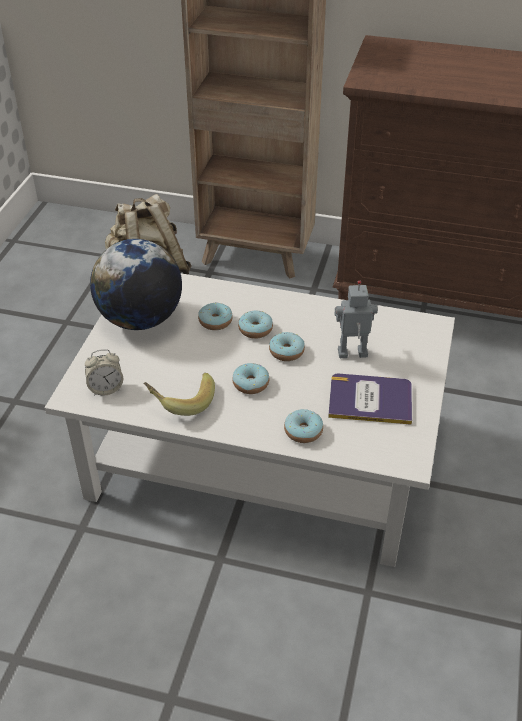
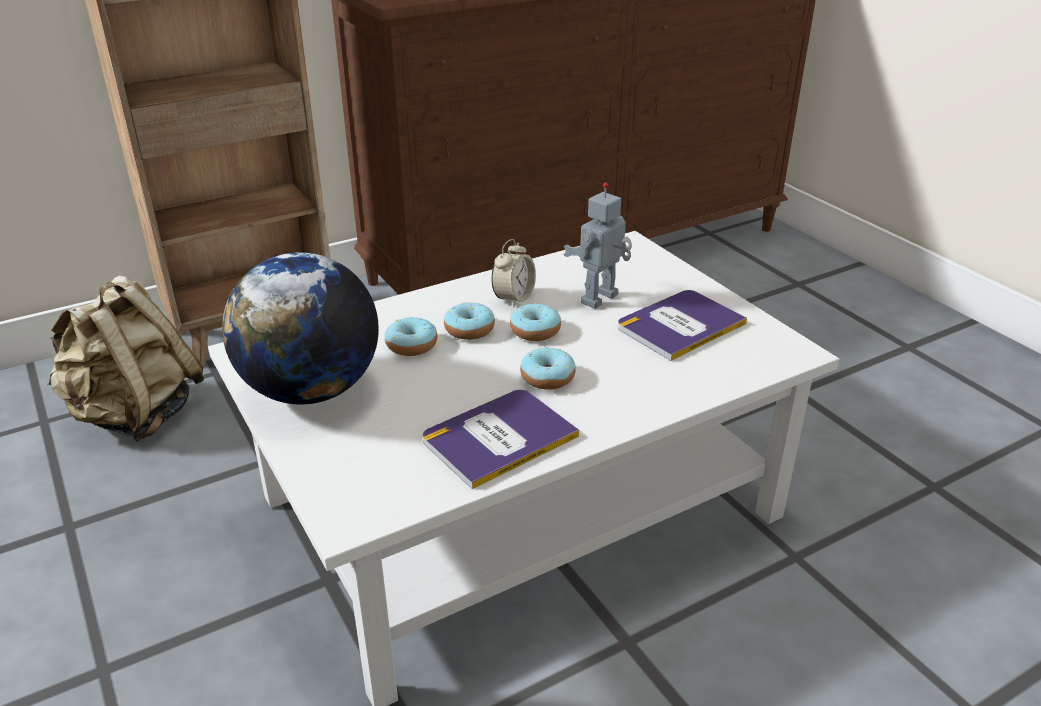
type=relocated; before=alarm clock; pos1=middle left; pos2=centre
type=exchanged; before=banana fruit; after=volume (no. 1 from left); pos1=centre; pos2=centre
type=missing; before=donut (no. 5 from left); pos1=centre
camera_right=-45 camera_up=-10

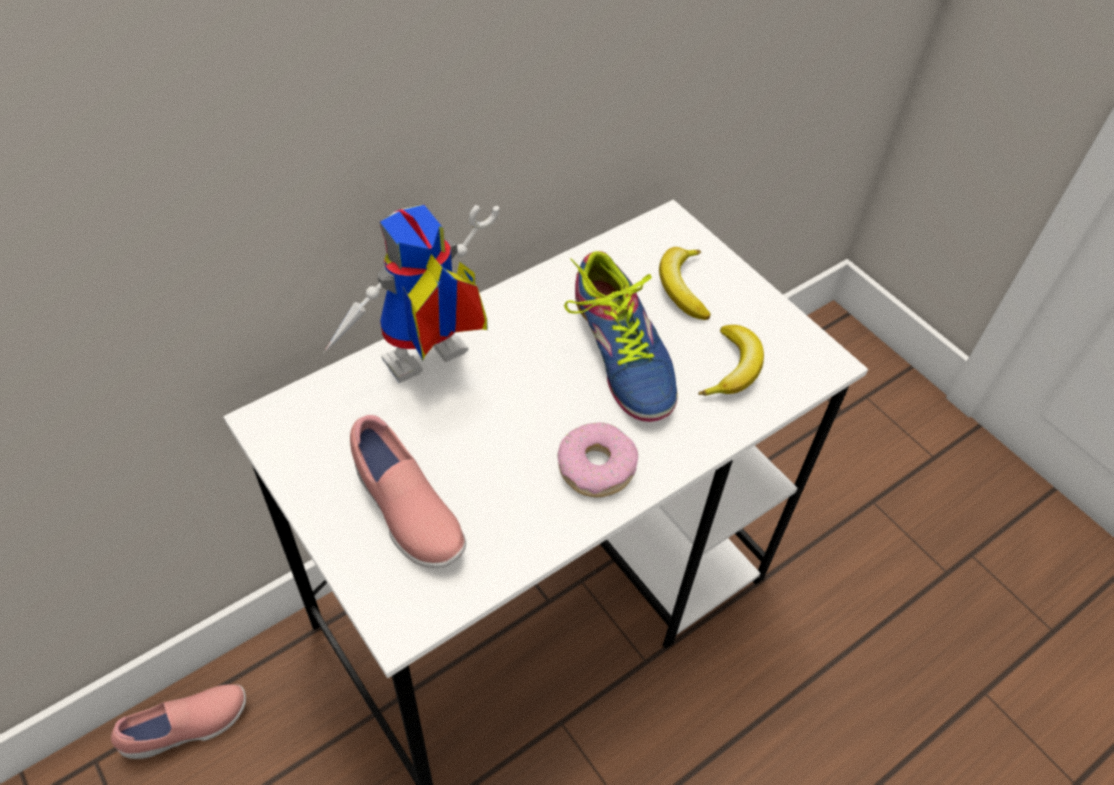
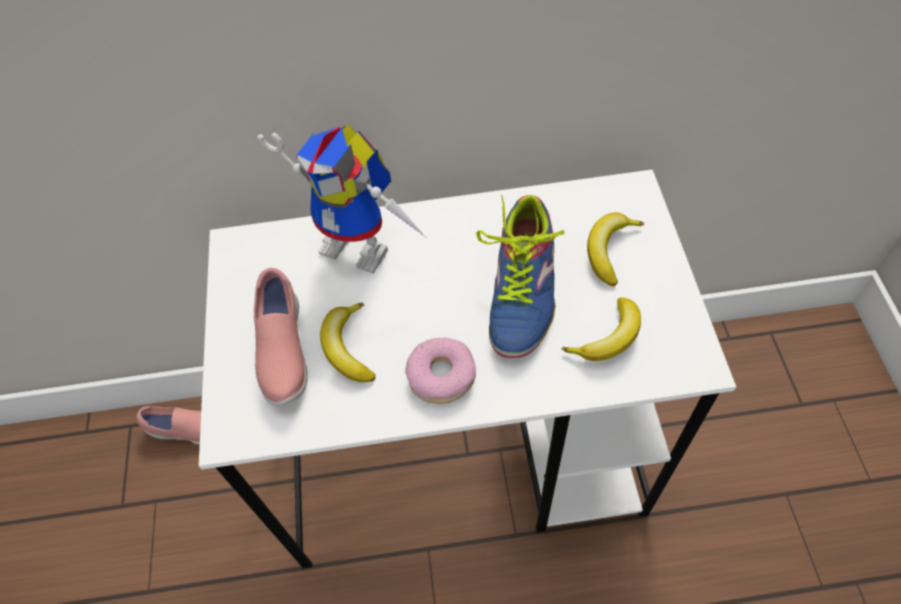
type=spun; before=model robot; pos1=centre; pos2=top centre; turn=-150
type=appeared; after=banana fruit (no. 1 from left); pos2=centre
camera_right=35 camera_up=5

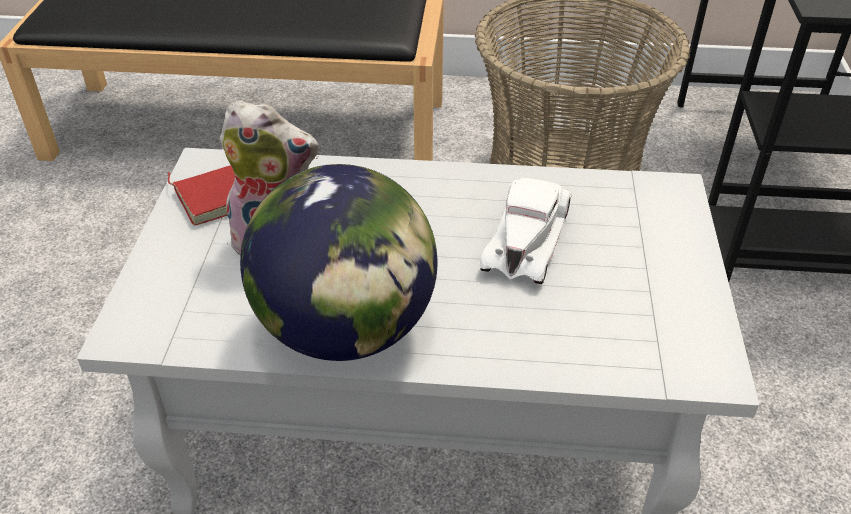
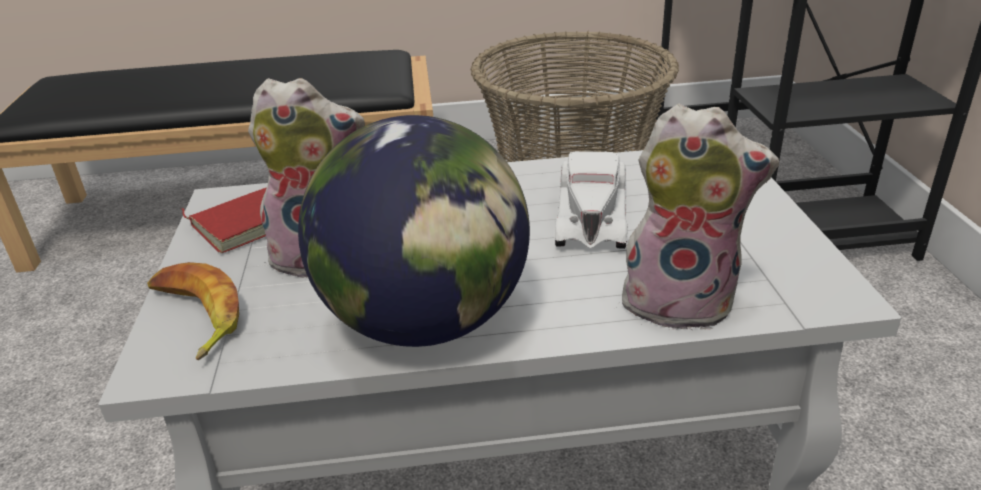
type=appeared; after=banana fruit; pos2=middle left
type=appeared; after=cuddly toy (no. 2 from left); pos2=middle right
camera_right=-10 camera_up=-10

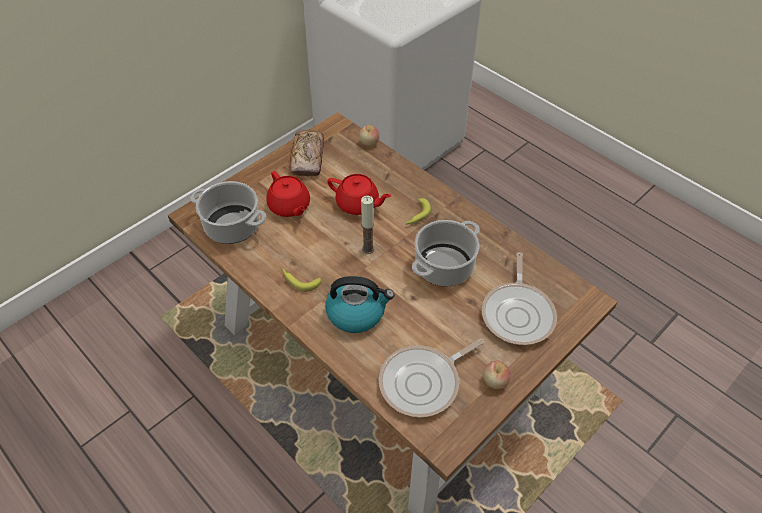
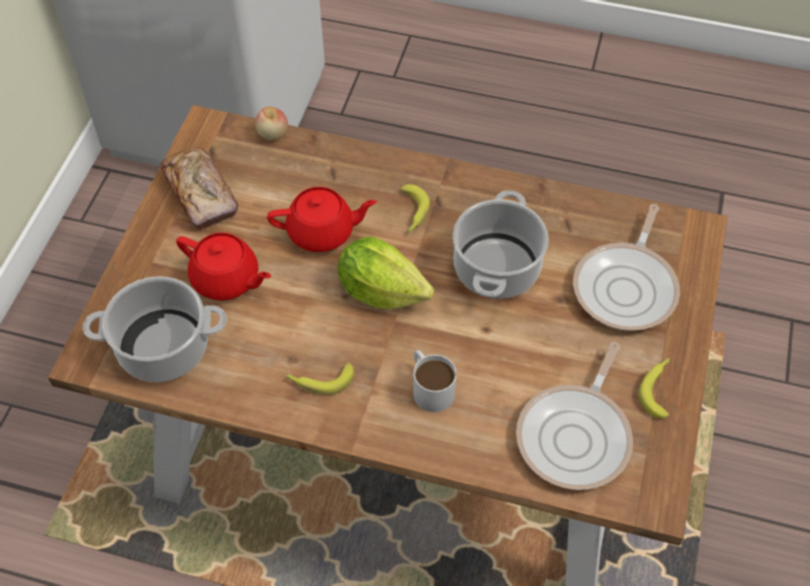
type=exchanged; before=tea kettle; after=tea mug/whitish; pos1=centre; pos2=centre
type=exchanged; before=wax candle; after=lettuce; pos1=centre; pos2=centre
type=spun; before=skillet (no. 2 from left); pos1=middle right; pos2=middle right; turn=45
type=exchanged; before=apple fruit (no. 2 from left); after=banana fruit (no. 3 from left); pos1=bottom centre; pos2=middle right
camera_right=-30 camera_up=5

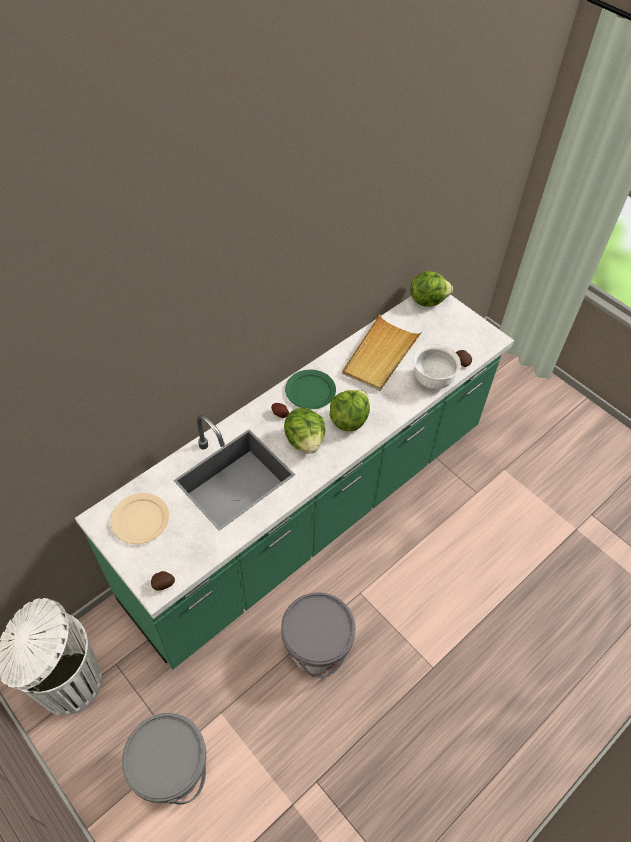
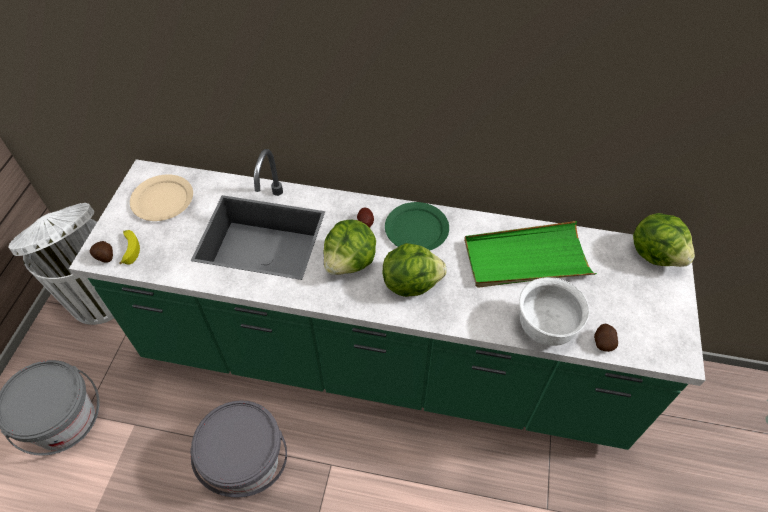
type=colour; before=tray/sand-coloured; after=tray/green-coloured; pos1=centre; pos2=middle right
type=appeared; after=banana fruit; pos2=middle left
camera_right=55 camera_up=0

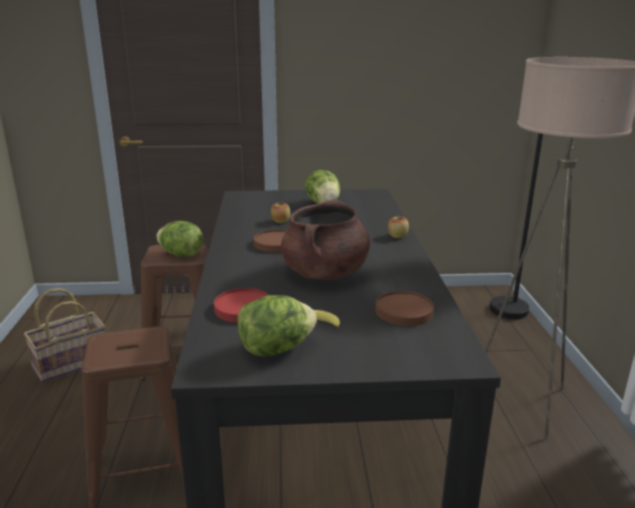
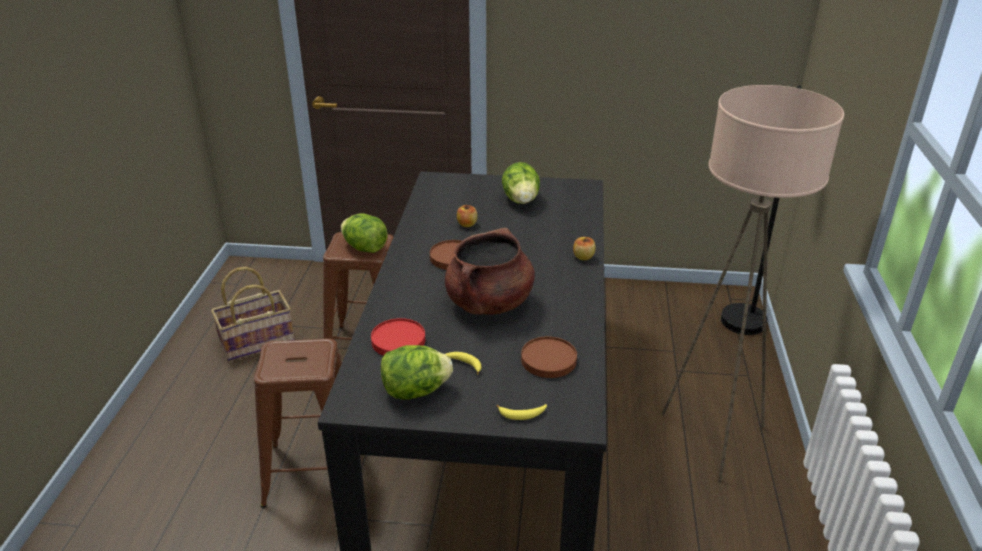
type=appeared; after=banana fruit (no. 2 from left); pos2=bottom centre
camera_right=10 camera_up=10

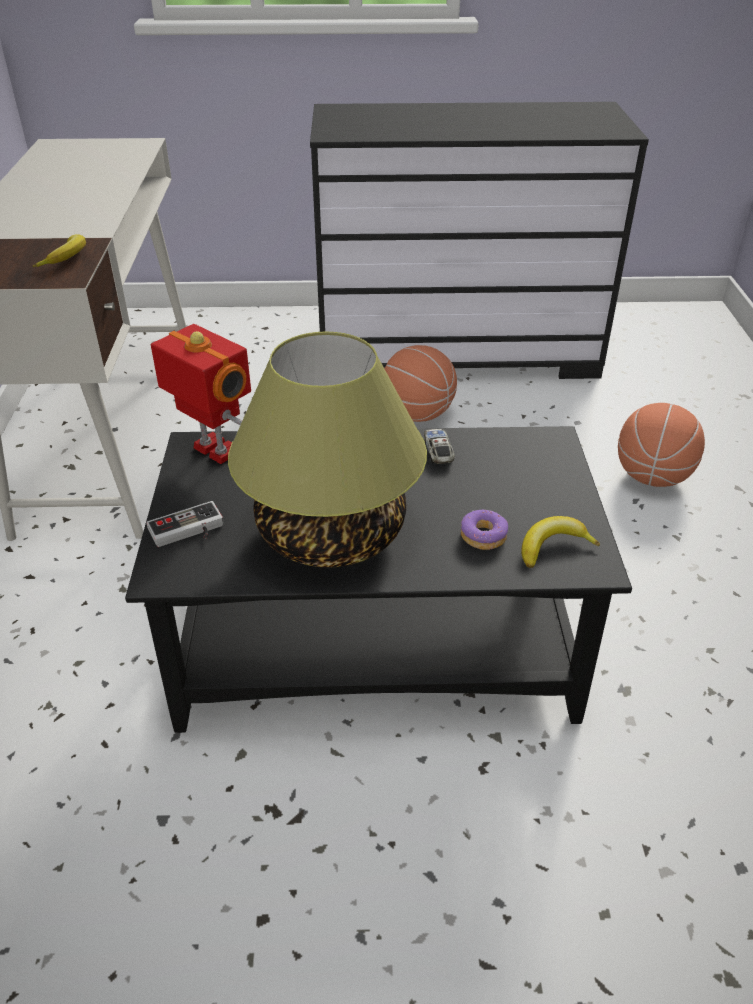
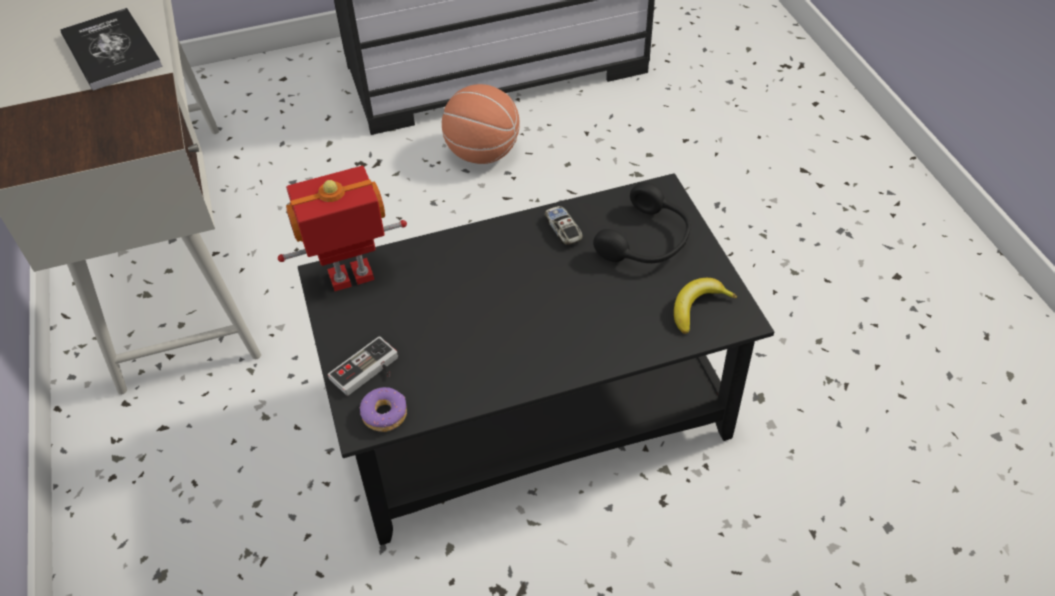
type=missing; before=banana fruit (no. 1 from left); pos1=top left
type=spun; before=model robot; pos1=middle left; pos2=middle left; turn=-45
type=missing; before=lamp for a table; pos1=centre
type=relocated; before=donut; pos1=centre; pos2=bottom centre
type=missing; before=basketball ball (no. 2 from left); pos1=middle right
type=appeared; after=volume; pos2=top left
type=appeared; after=headphones/black; pos2=centre
camera_right=-15 camera_up=10

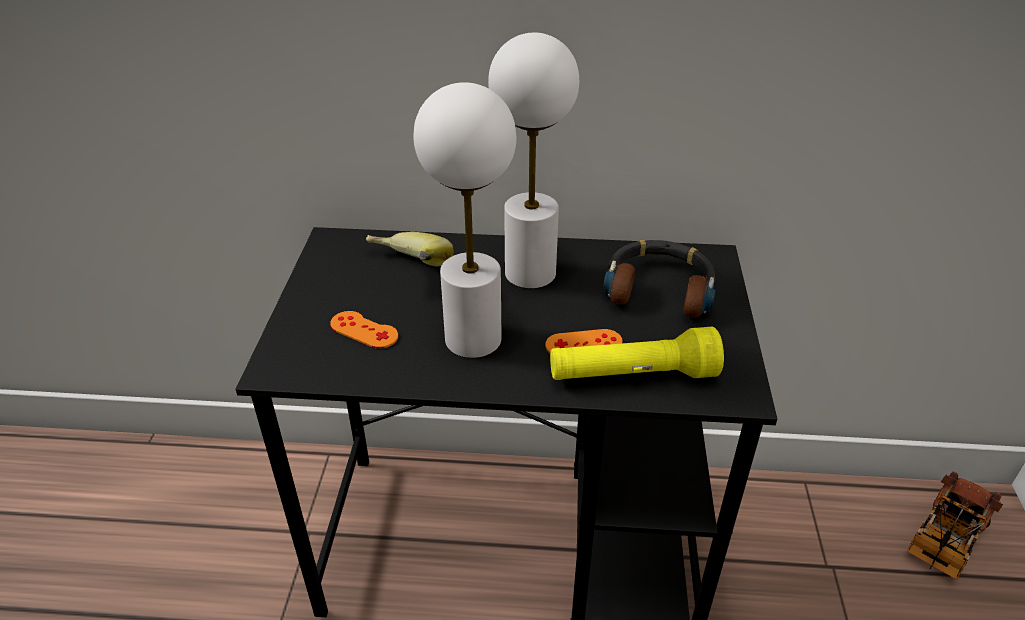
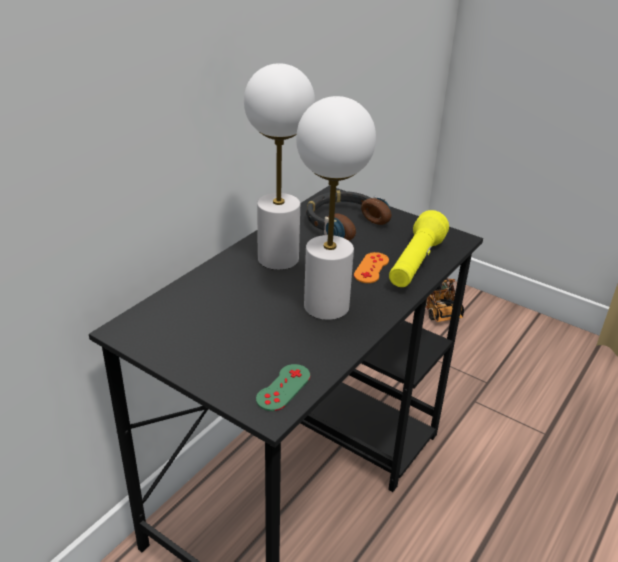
type=missing; before=game controller/orange (no. 1 from left); pos1=centre
type=missing; before=banana fruit; pos1=centre
type=appeared; after=game controller/green-coloured; pos2=bottom centre
camera_right=-60 camera_up=-5

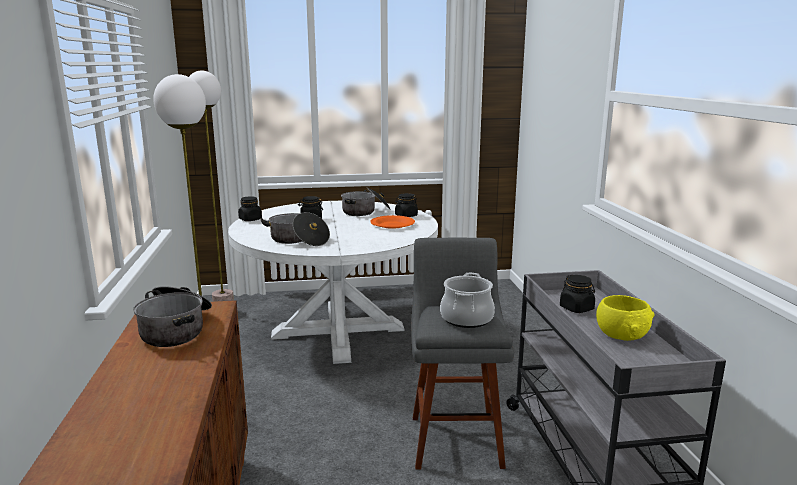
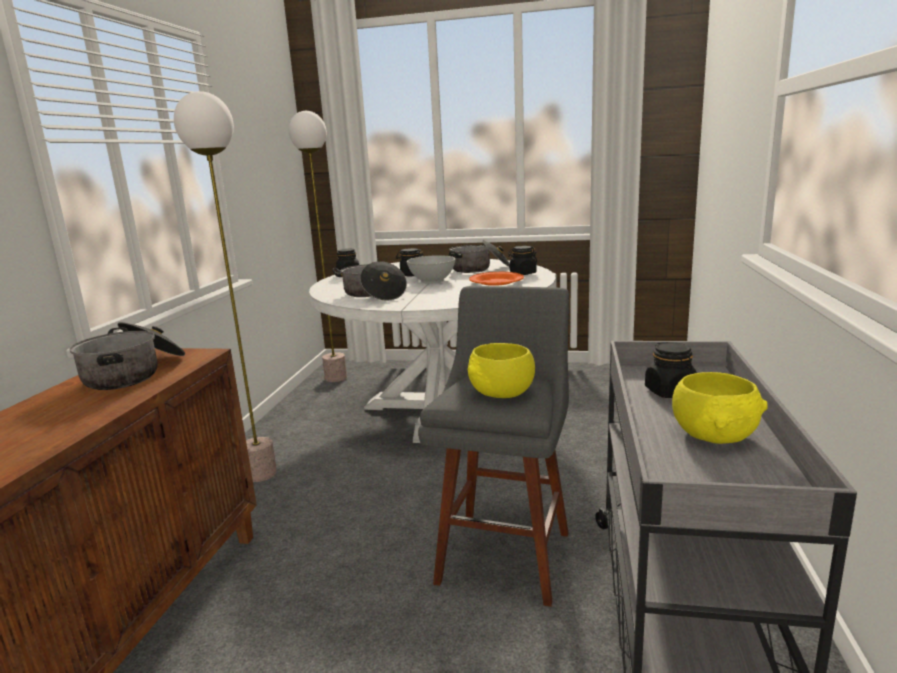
type=exchanged; before=stockpot (no. 4 from left); after=serving bowl/yellowish (no. 1 from left); pos1=centre; pos2=centre
type=appeared; after=serving bowl/whitish; pos2=centre
camera_right=20 camera_up=0

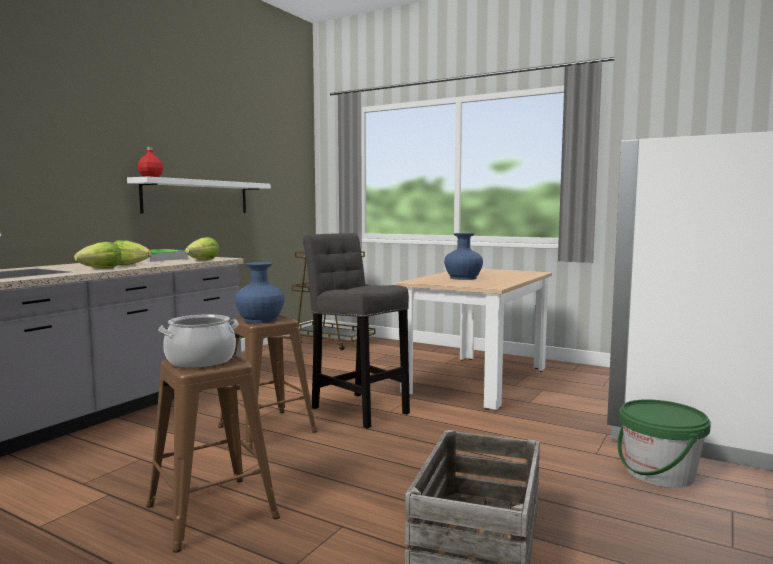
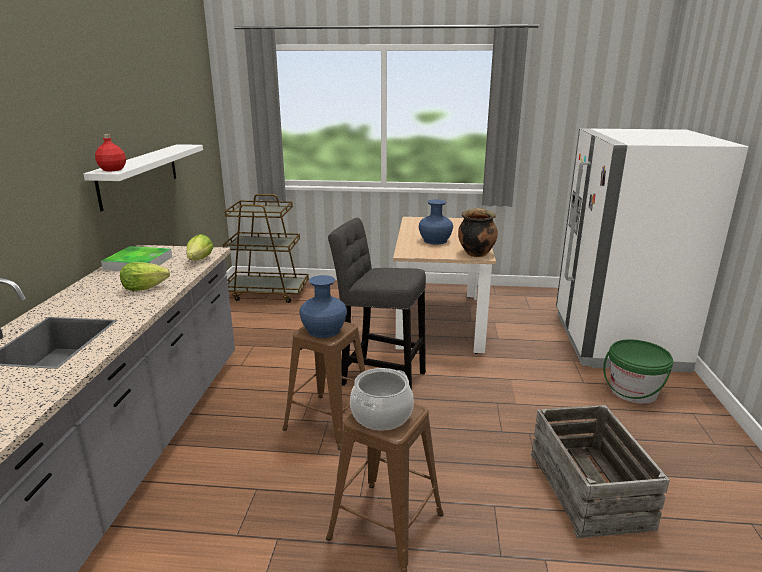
type=missing; before=lettuce (no. 1 from left); pos1=middle left
type=appeared; after=stockpot (no. 2 from left); pos2=centre
camera_right=-25 camera_up=15

